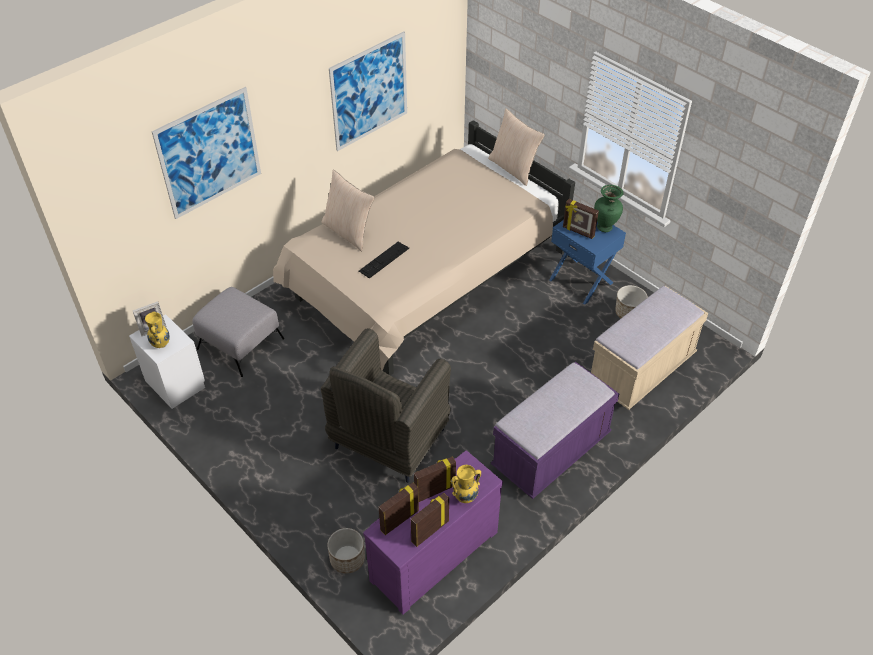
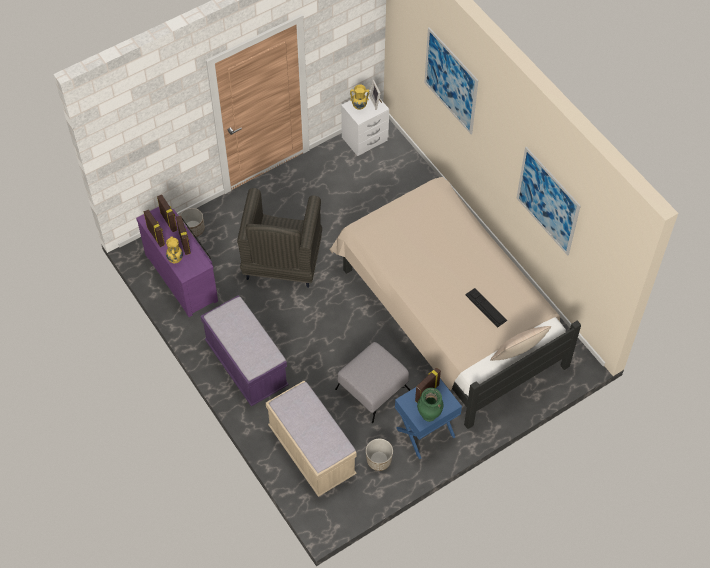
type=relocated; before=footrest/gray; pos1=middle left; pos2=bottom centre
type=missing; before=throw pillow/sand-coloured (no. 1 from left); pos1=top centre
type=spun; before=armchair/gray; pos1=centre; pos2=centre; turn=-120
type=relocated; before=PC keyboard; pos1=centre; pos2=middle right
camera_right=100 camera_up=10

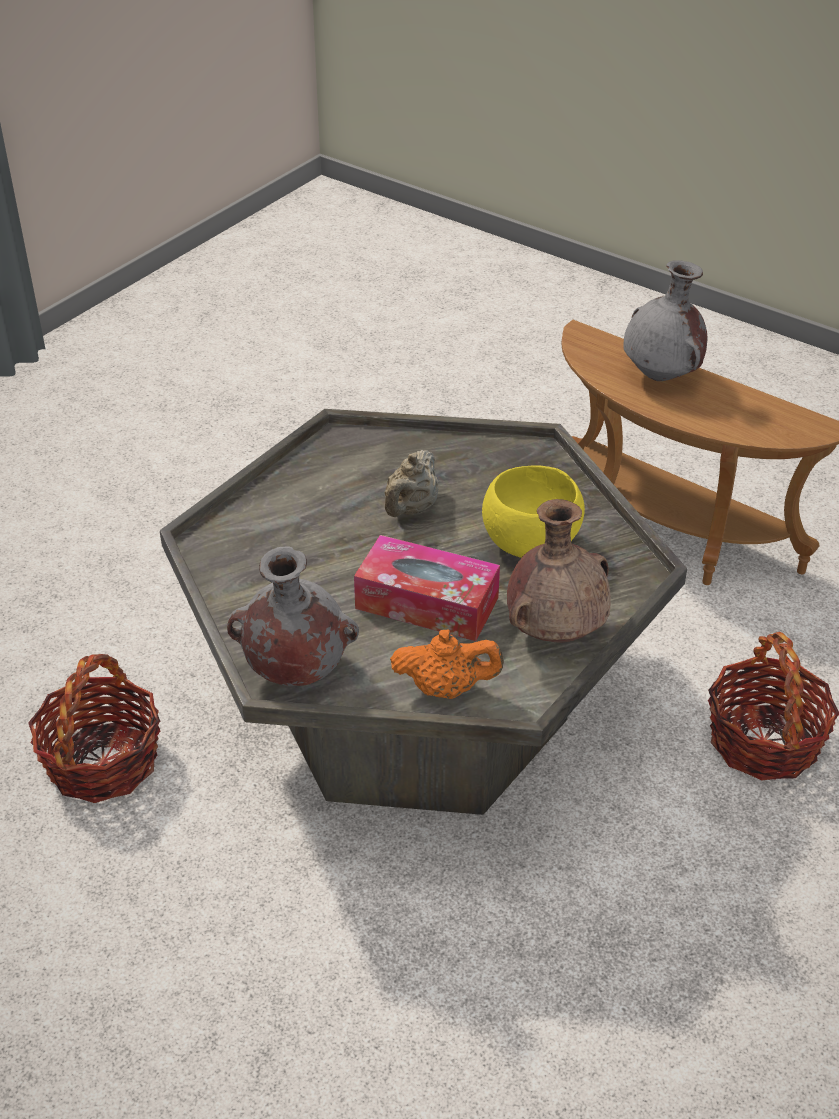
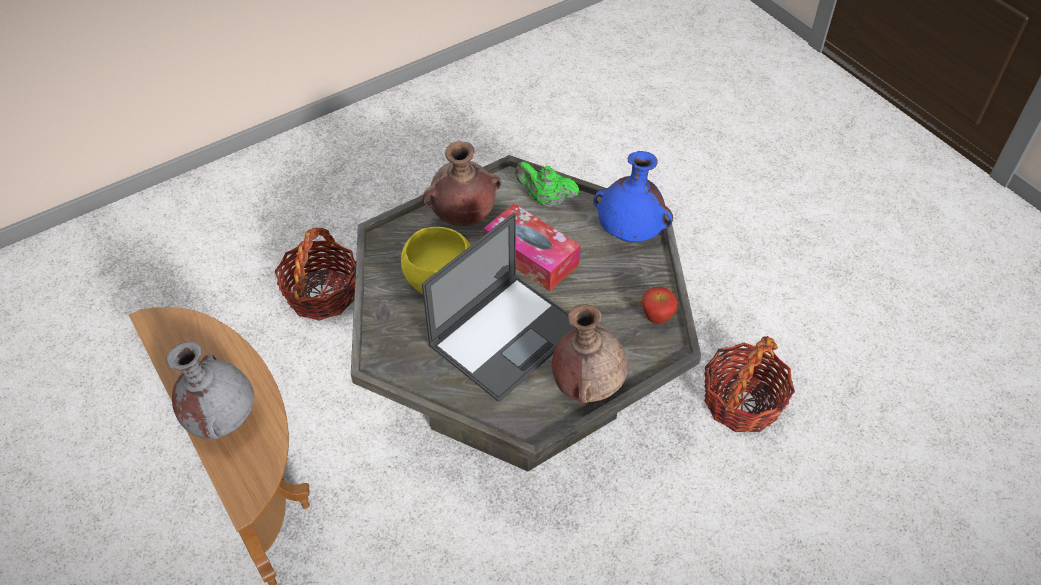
type=colour; before=vase/gray (no. 1 from left); after=vase/blue-coloured; pos1=centre; pos2=centre
type=exchanged; before=teapot/sand-coloured; after=notebook computer; pos1=centre; pos2=centre
type=colour; before=teapot/orange; after=teapot/green-coloured; pos1=centre; pos2=top centre
type=appeared; after=vase/brown-coloured (no. 2 from left); pos2=centre
type=appeared; after=apple fruit; pos2=centre
camera_right=-160 camera_up=10

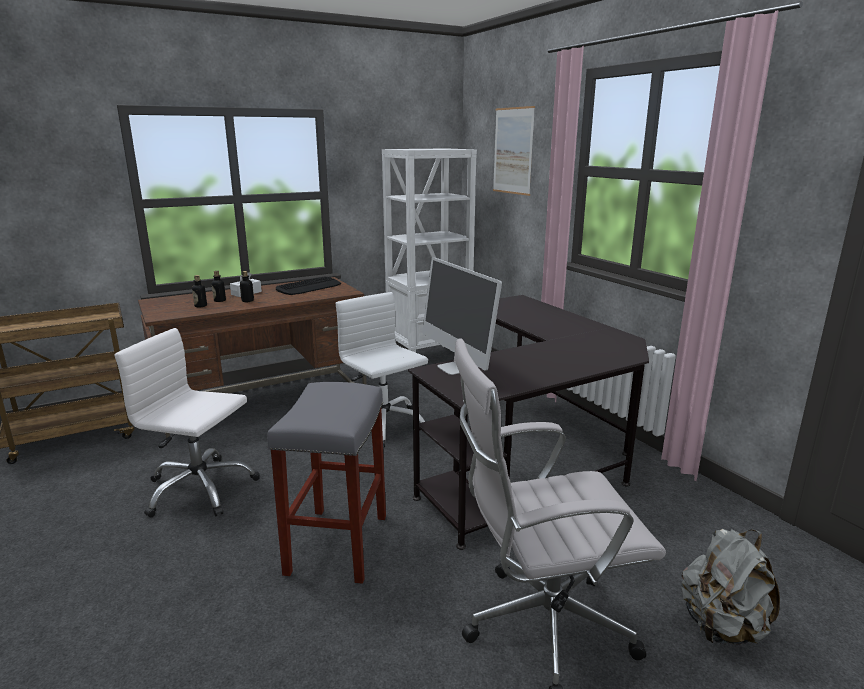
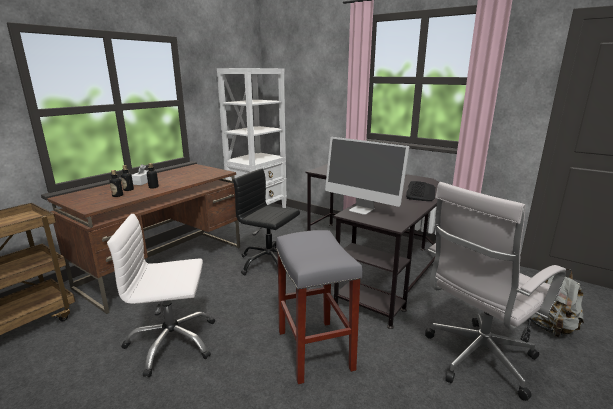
type=relocated; before=PC keyboard; pos1=centre; pos2=middle right
type=colour; before=office chair/whitish (no. 2 from left); after=office chair/black; pos1=centre; pos2=centre
type=missing; before=wall picture; pos1=top centre
camera_right=-25 camera_up=0

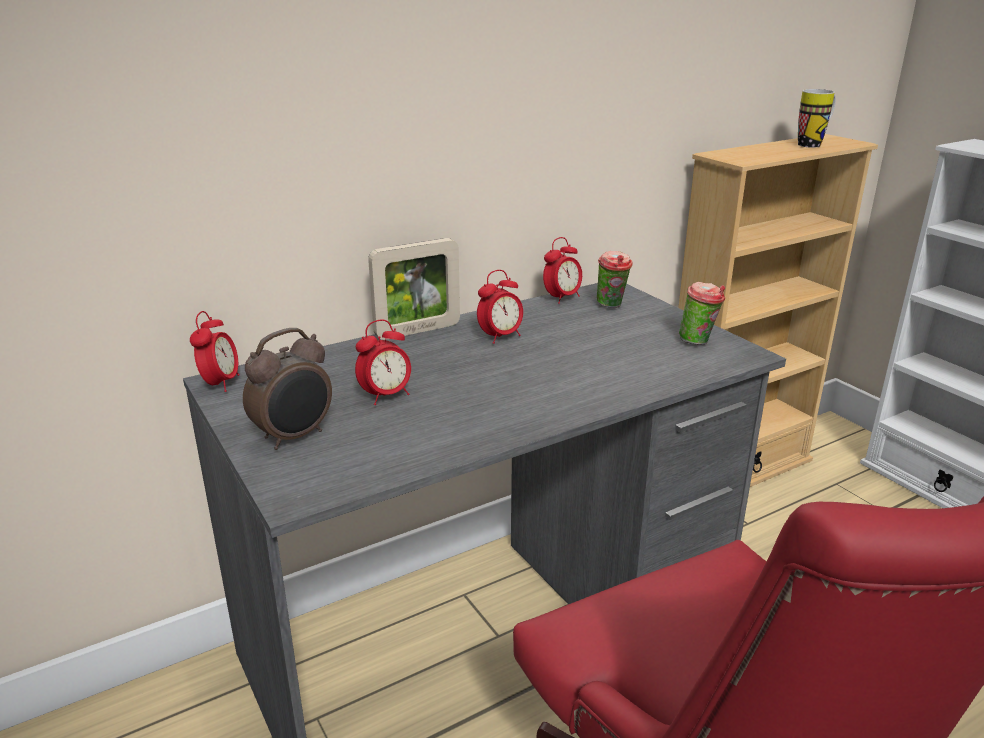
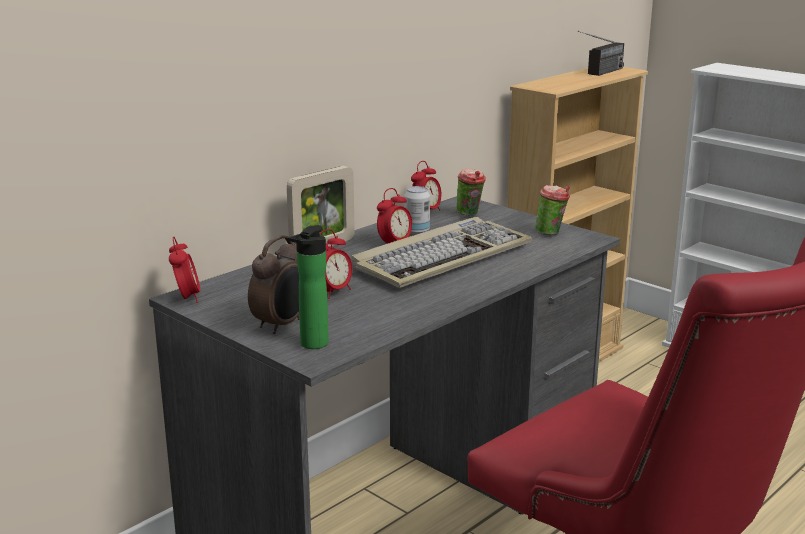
type=exchanged; before=tea mug; after=radio; pos1=top right; pos2=top right
type=appeared; after=bottle; pos2=centre
type=appeared; after=PC keyboard; pos2=centre
type=appeared; after=can; pos2=centre
camera_right=-15 camera_up=-5

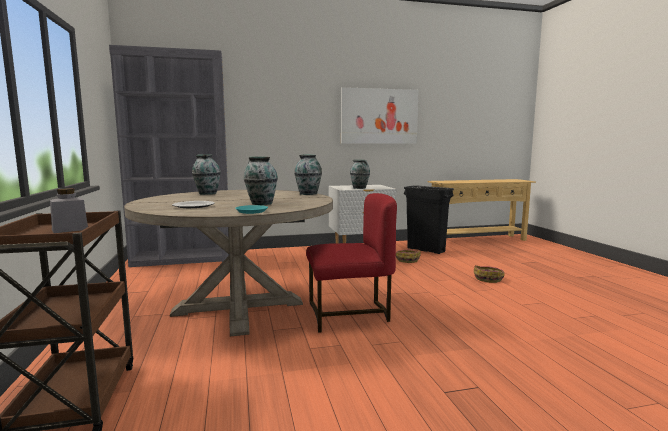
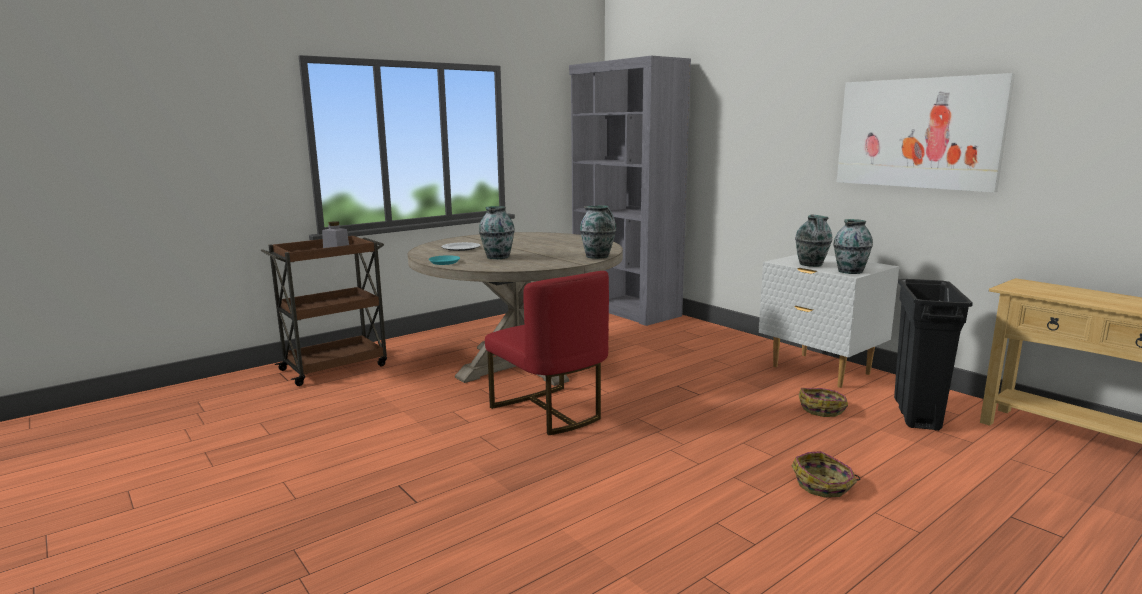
type=relocated; before=vase (no. 1 from left in the first image); after=vase (no. 4 from left); pos1=middle left; pos2=middle right
camera_right=65 camera_up=5

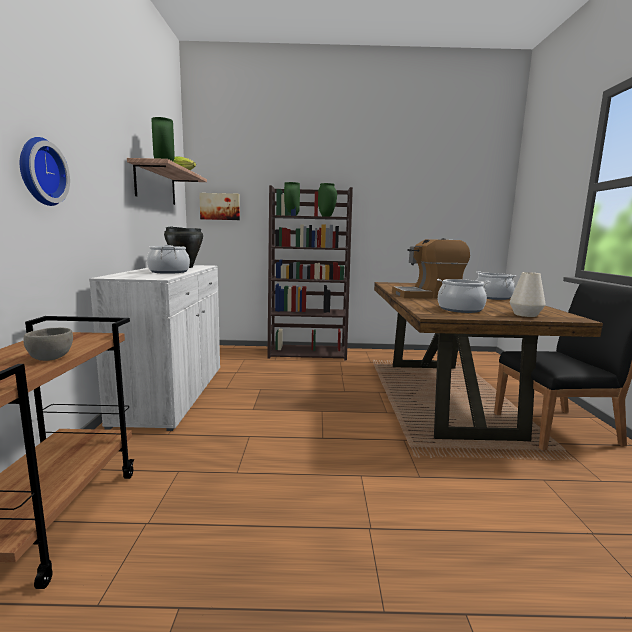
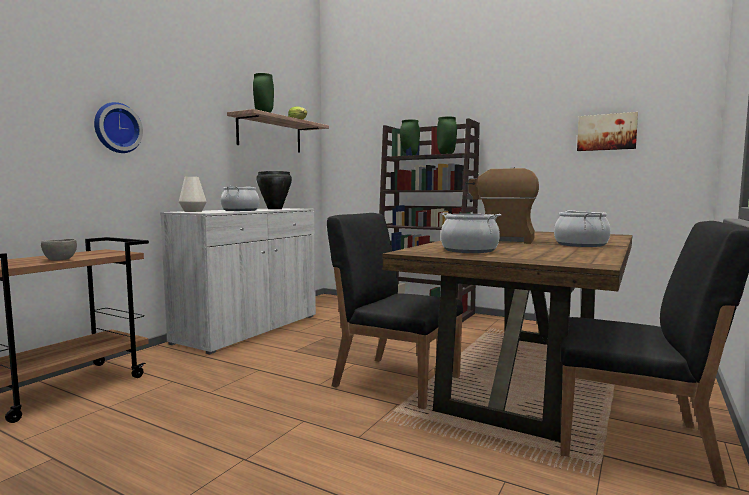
type=relocated; before=wall picture; pos1=top centre; pos2=top right
type=relocated; before=vase/whitish; pos1=middle right; pos2=middle left
type=appeared; after=chair/black (no. 1 from left); pos2=centre
camera_right=30 camera_up=-5

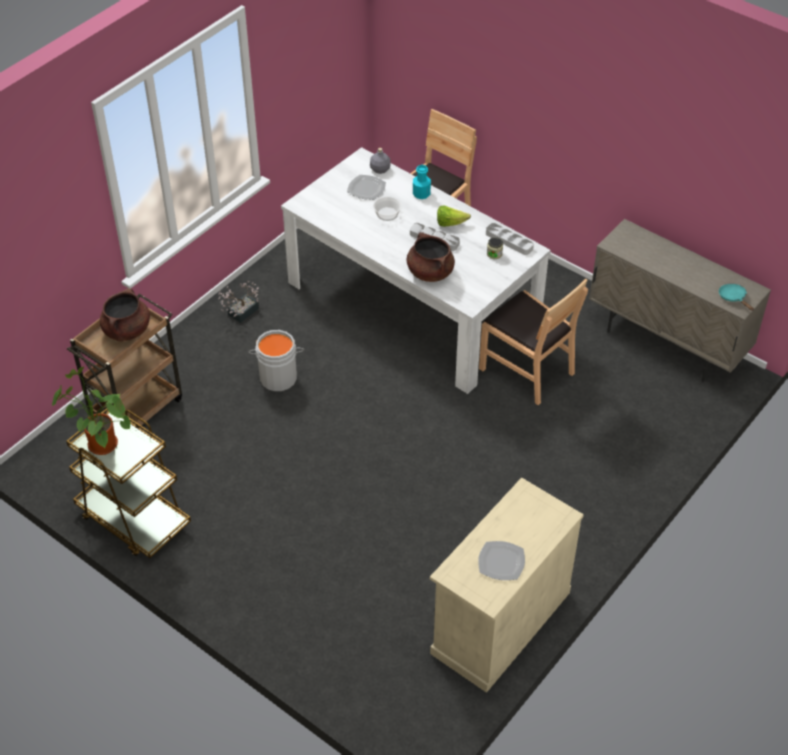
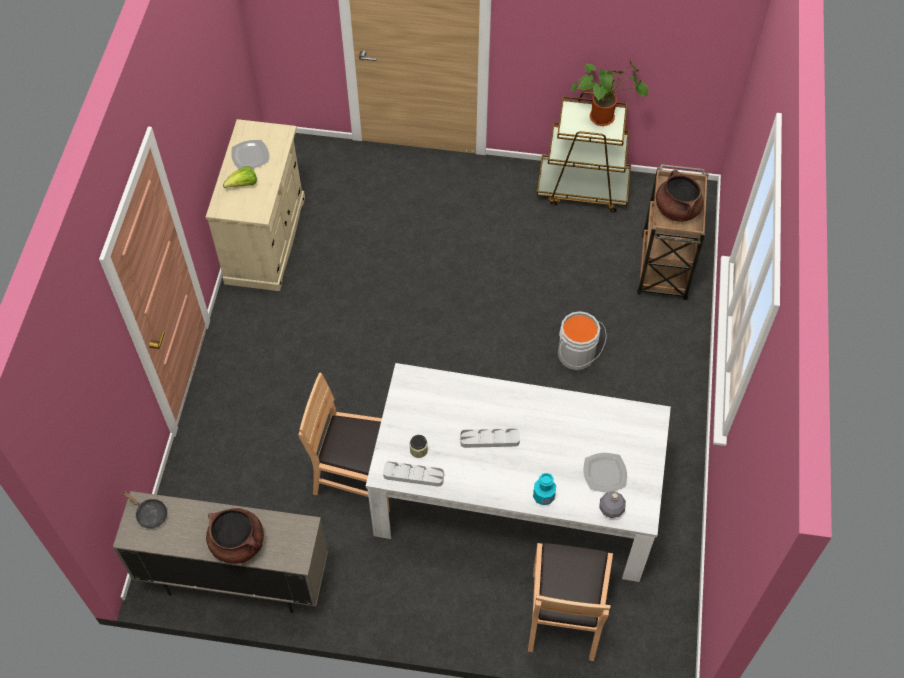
type=missing; before=plant in a pot (no. 2 from left); pos1=middle left
type=missing; before=serving bowl; pos1=top centre
type=relocated; before=stockpot/brown-coloured (no. 2 from left in the first image); after=stockpot/brown-coloured (no. 1 from left); pos1=centre; pos2=bottom left
type=relocated; before=lettuce; pos1=top centre; pos2=top left
type=colour; before=skillet/blue-green; after=skillet/black; pos1=middle right; pos2=bottom left
camera_right=150 camera_up=10

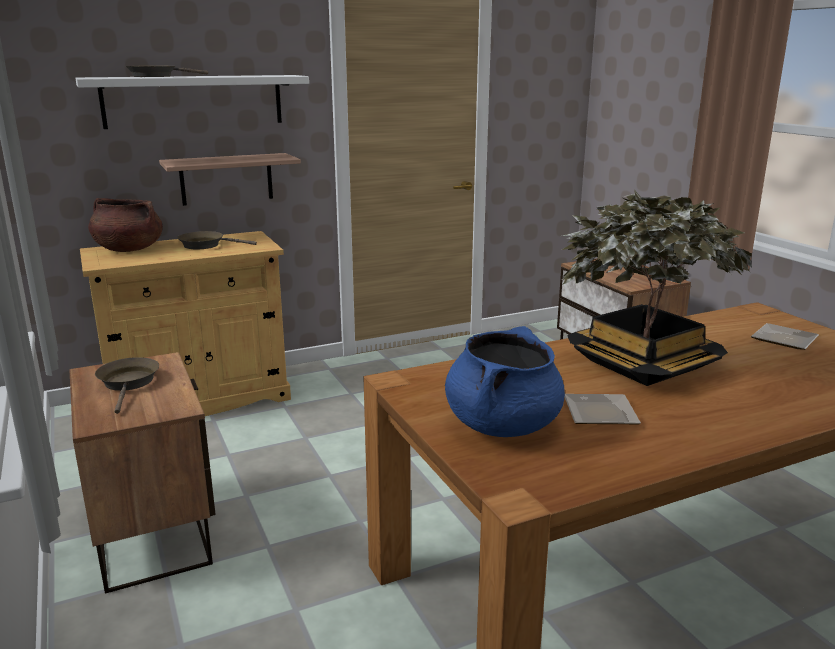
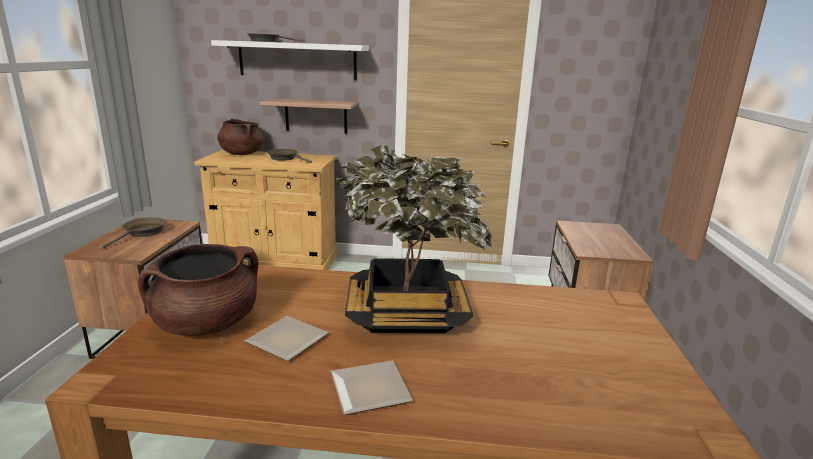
type=colour; before=stockpot/blue-coloured; after=stockpot/brown-coloured (no. 1 from left); pos1=centre; pos2=middle left
type=relocated; before=flat dish (no. 2 from left); pos1=middle right; pos2=bottom centre
camera_right=30 camera_up=0

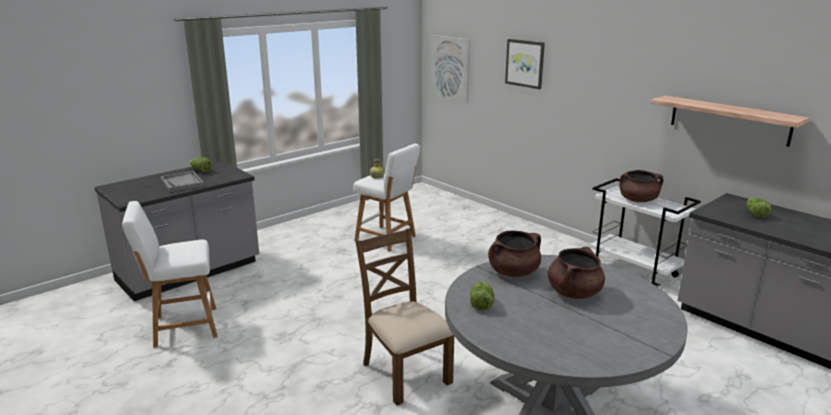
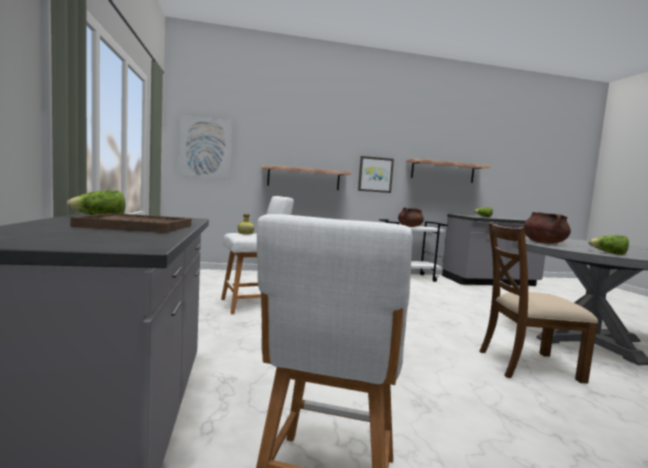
type=colour; before=tray/gray; after=tray/brown-coloured; pos1=middle left; pos2=middle left
type=relocated; before=wall picture (no. 2 from left); pos1=top centre; pos2=centre
type=missing; before=stockpot/brown-coloured (no. 2 from left); pos1=middle right
type=appeared; after=bracket shelf (no. 1 from left); pos2=centre
camera_right=-60 camera_up=-15

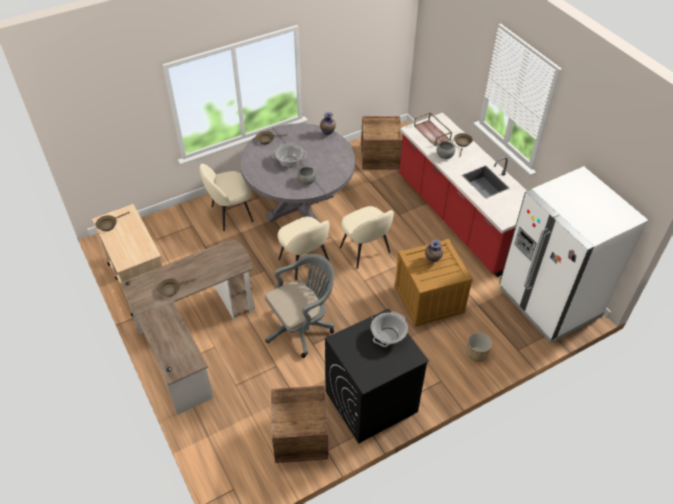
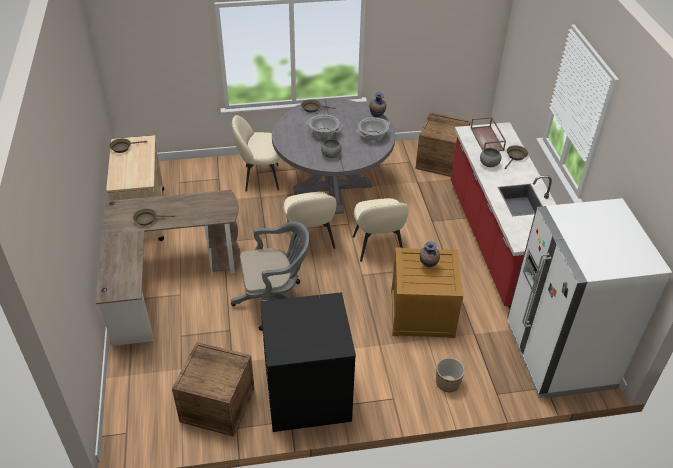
type=relocated; before=stockpot (no. 2 from left); pos1=centre; pos2=top centre
camera_right=20 camera_up=-5

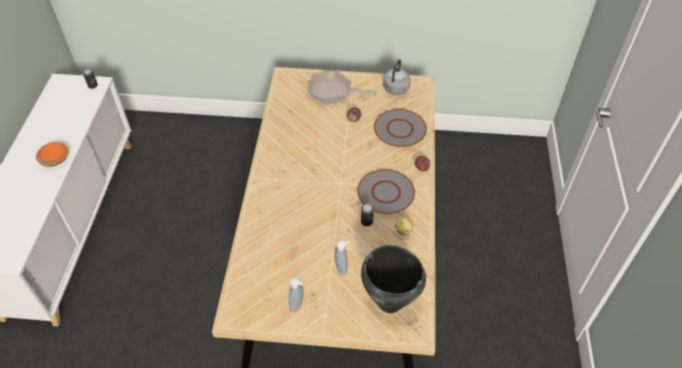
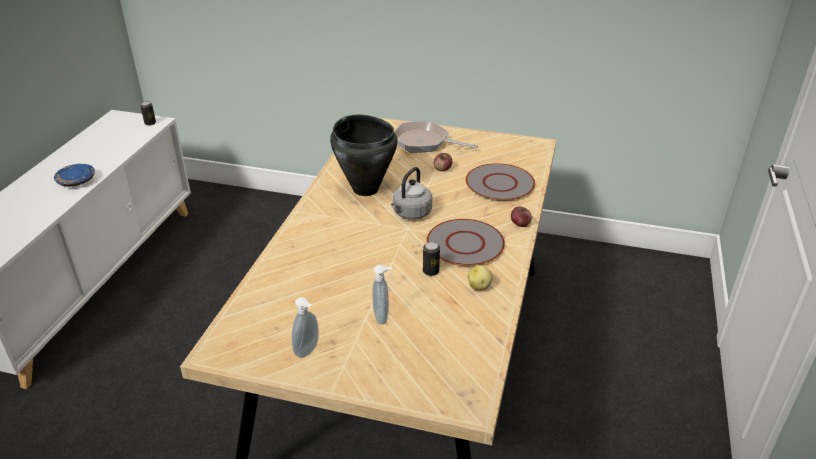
type=colour; before=flat dish/orange; after=flat dish/blue-coloured; pos1=middle left; pos2=middle left
type=relocated; before=stockpot/black; pos1=bottom centre; pos2=centre
type=relocated; before=tea kettle/gray; pos1=top centre; pos2=centre
camera_right=10 camera_up=-15

